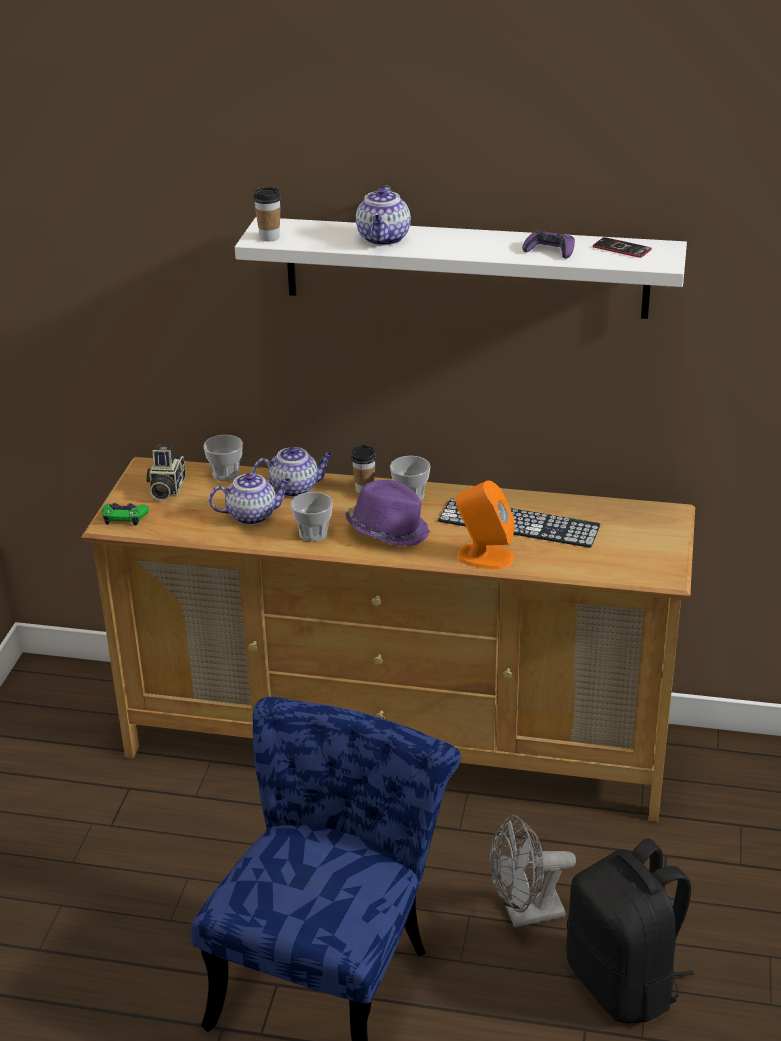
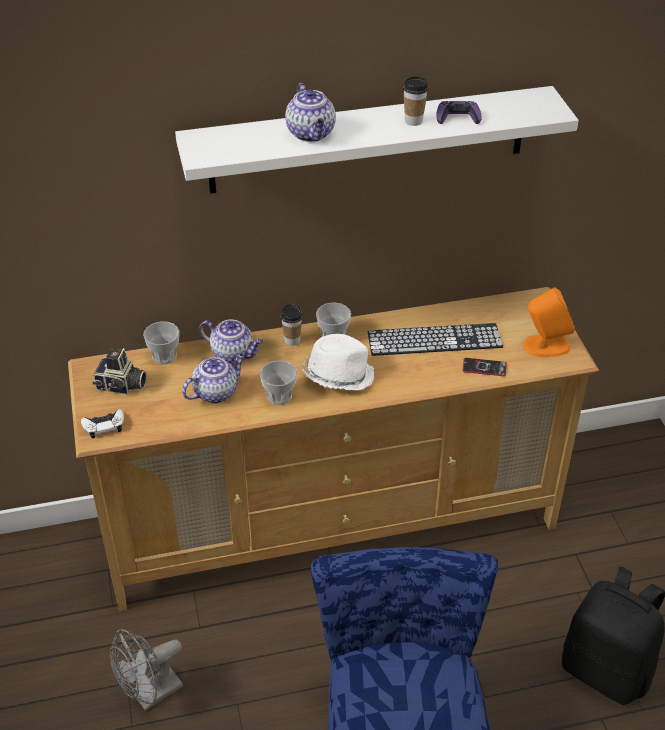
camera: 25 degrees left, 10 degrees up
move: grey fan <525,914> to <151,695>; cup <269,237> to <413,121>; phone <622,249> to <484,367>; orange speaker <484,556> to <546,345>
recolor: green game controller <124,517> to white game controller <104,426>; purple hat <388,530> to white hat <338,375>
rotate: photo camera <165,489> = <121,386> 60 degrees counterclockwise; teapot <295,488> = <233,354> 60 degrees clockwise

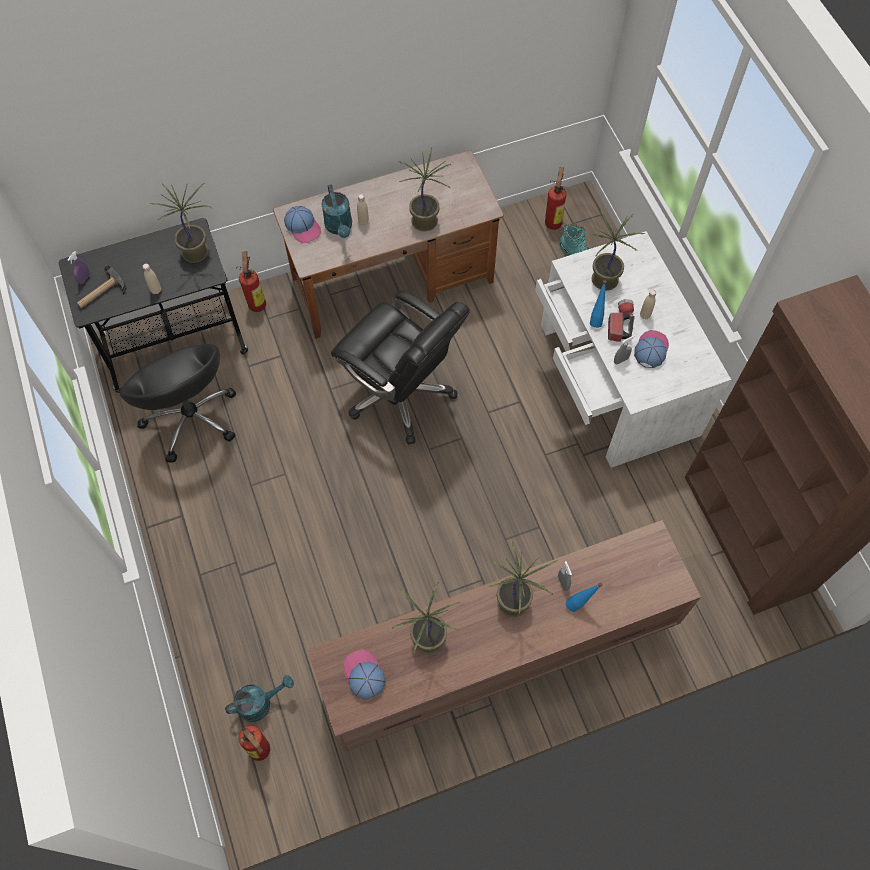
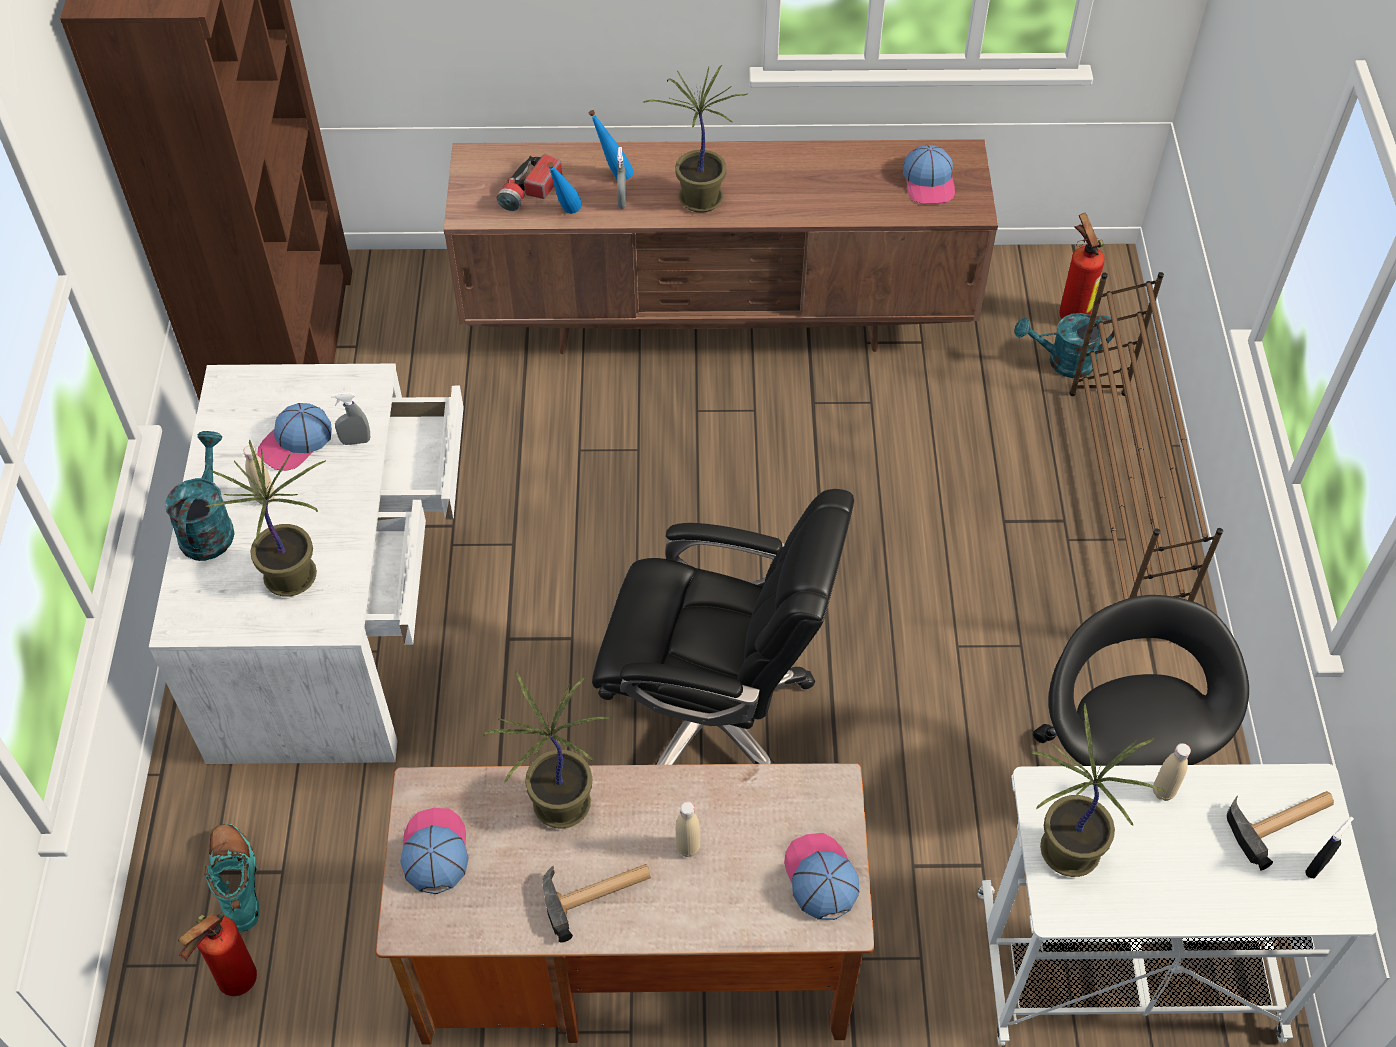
camera: 160 degrees left, 10 degrees down
delete: fire extinguisher <257,302>; potted plant <427,640>
insert: cap <434,851>; hammer <597,892>; brown shoe rack <1119,512>
move: turquoise watering can <340,227> to <209,526>; flashlight <620,324> to <530,191>; blue bottle <596,319> to <566,214>
recolor: black desk <174,343> to white desk <1127,966>; purple spray bottle <84,279> to black spray bottle <1317,866>
rotate: black office chair <399,394> = <712,718> 135 degrees clockwise

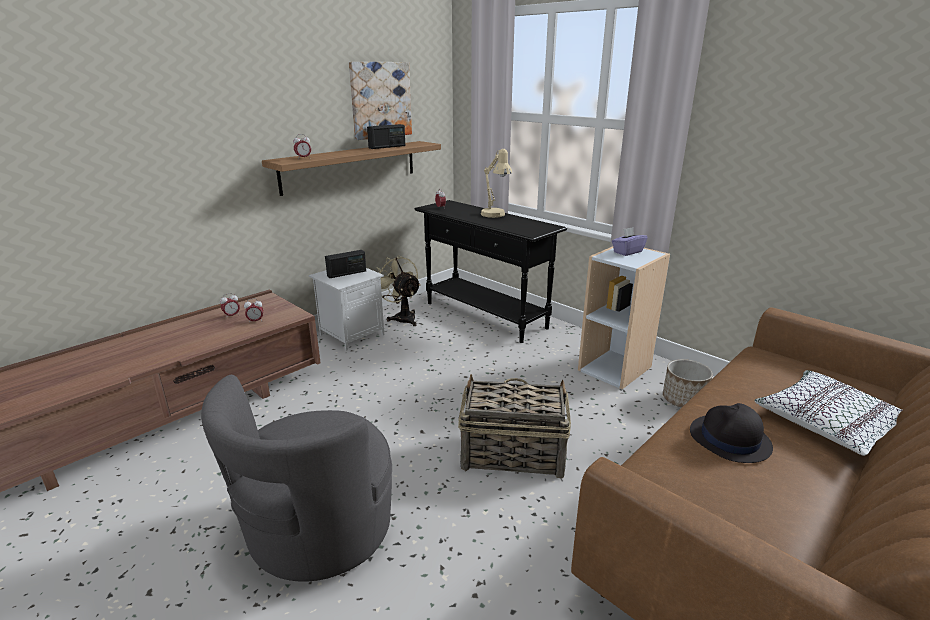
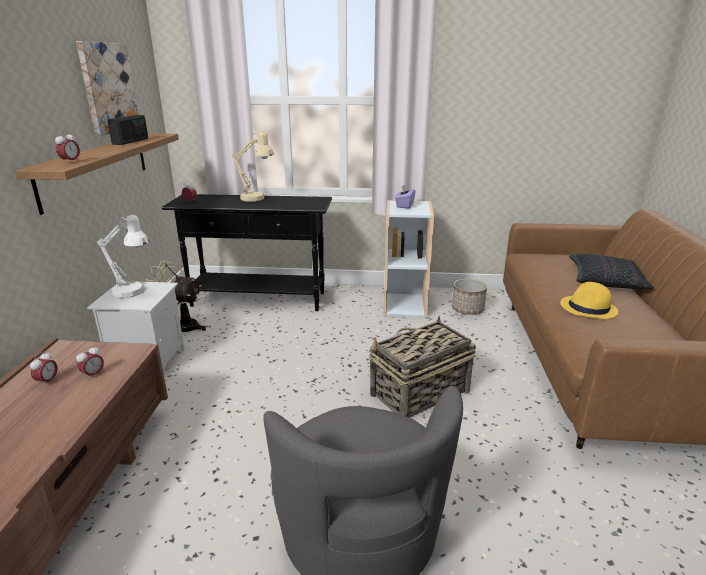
camera: 40 degrees left, 0 degrees up
replace: radio <347,273> to white table lamp <133,292>
recolor: black hat <729,440> to yellow hat <588,308>; white pillow <828,422> to black pillow <606,281>

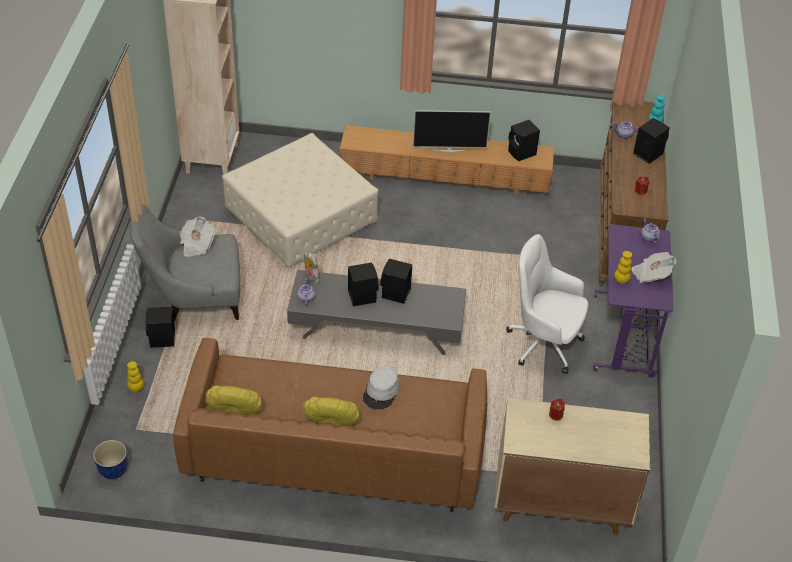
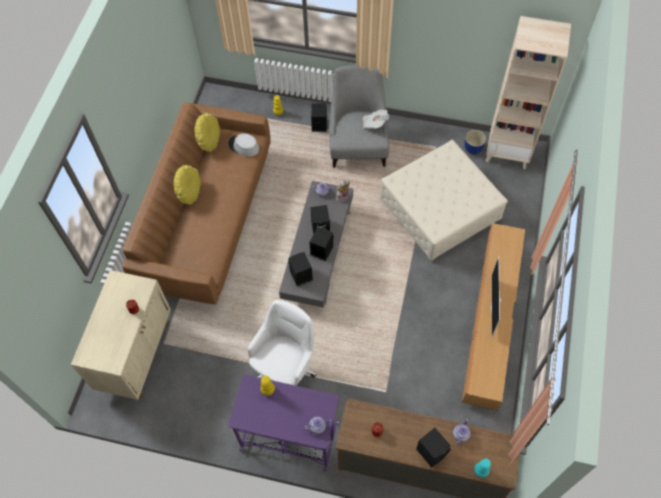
camera: 100 degrees right, 15 degrees up
delete: newspaper <651,274>
move: grey hat <381,392> to <243,146>; black speaker <522,153> to <300,275>; planter <113,470> to <473,148>

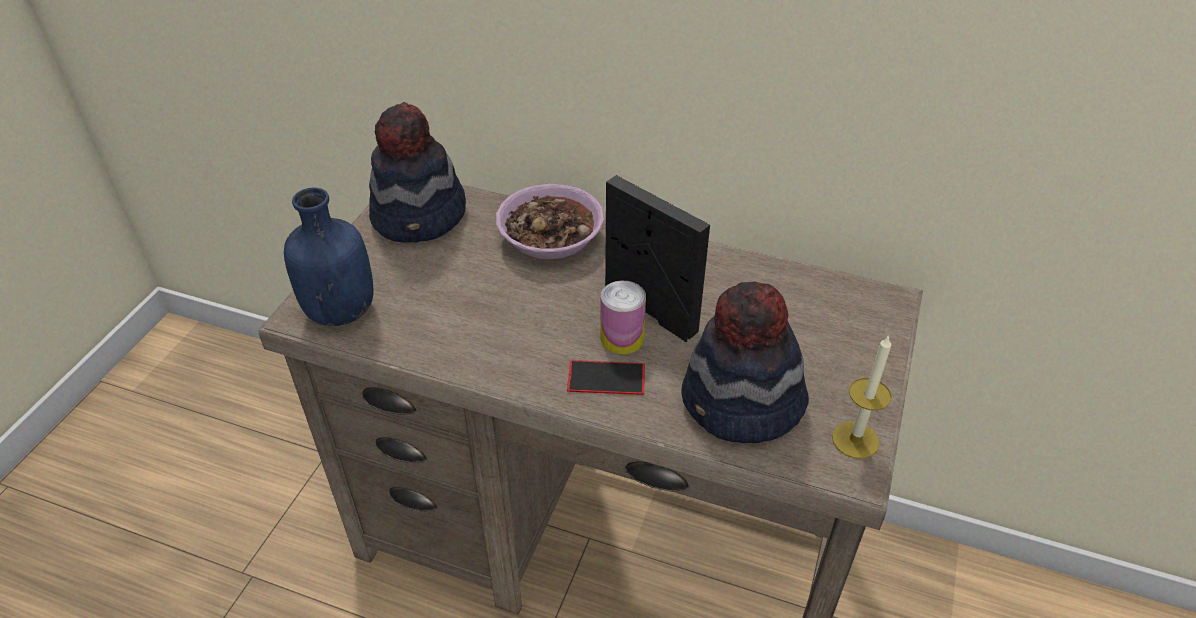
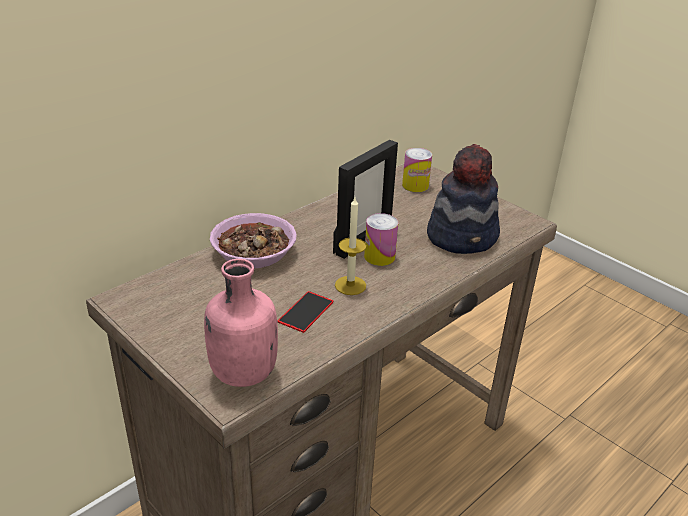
camera: 65 degrees left, 10 degrees down
delete: hat <420,216>
insert: can <415,185>
move: phone <606,378> to <306,312>; candle <855,440> to <350,285>
recolor: blue bottle <340,310> to pink bottle <242,373>
rotate: picture frame <649,310> = <362,239> 150 degrees clockwise

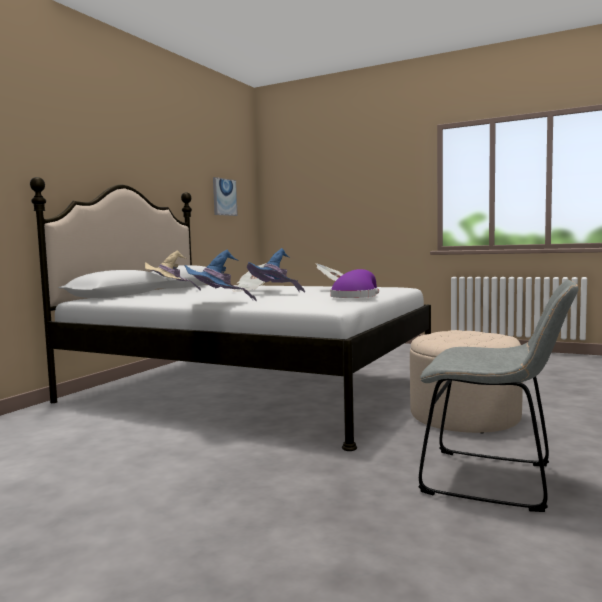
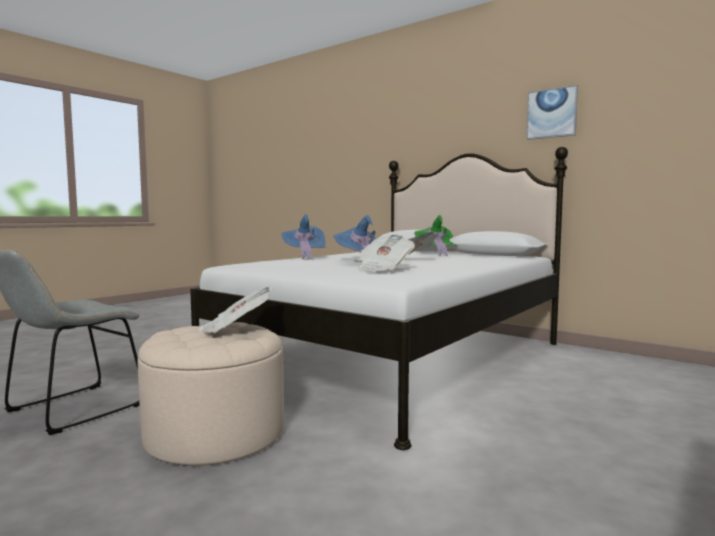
camera: 100 degrees right, 0 degrees up
delete: purple hat <355,297>
insert: newspaper <235,329>
move: picture <224,197> to <551,113>
recolor: beige hat <170,292> to green hat <436,253>

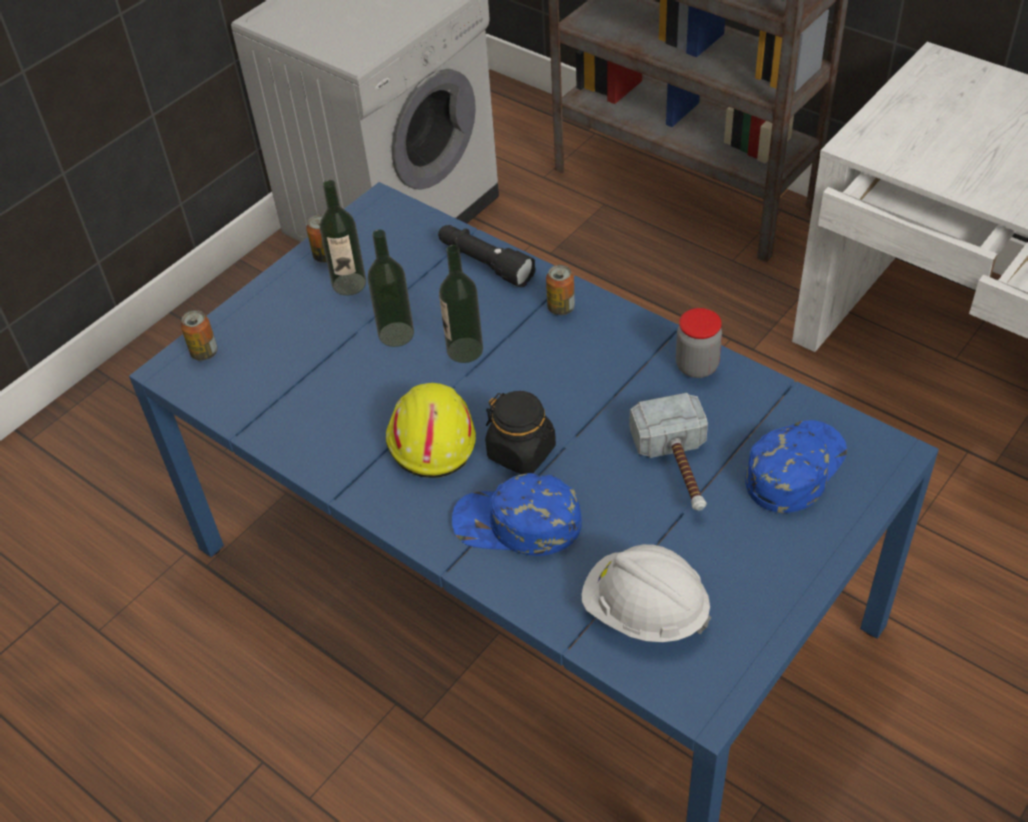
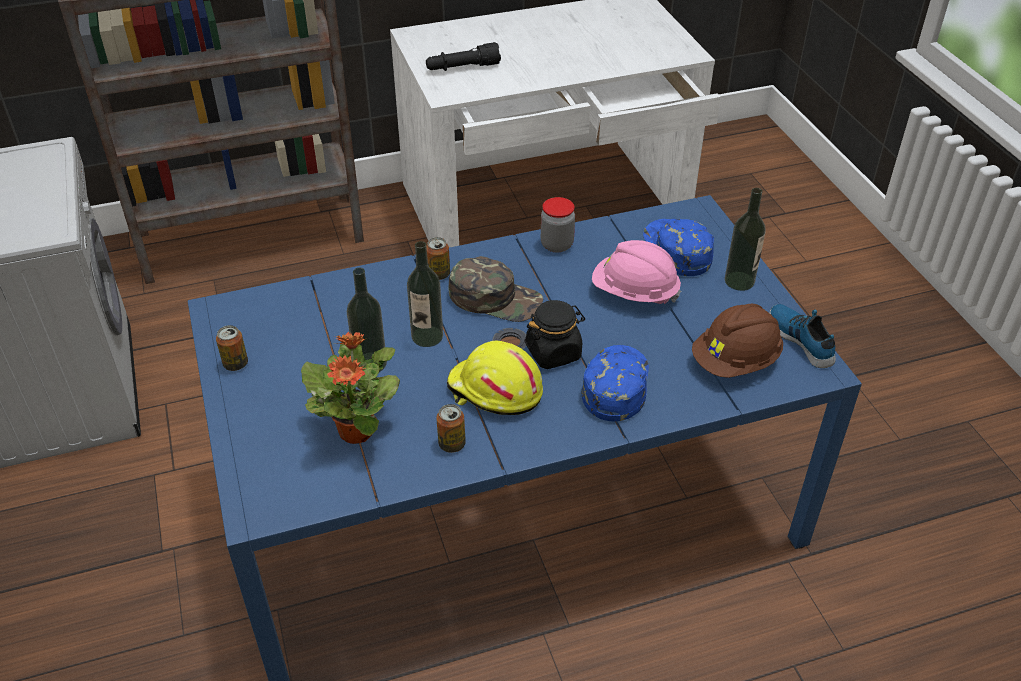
camera: 60 degrees left, 5 degrees down
insert: potted plant <356,430>; green cap <495,298>; shoe <802,339>
move: black flashlight <484,263> to <462,68>; can <204,352> to <452,444>; bottle <349,284> to <739,281>
replace: hammer <679,468> to pink hard hat <634,293>
recolor: white hard hat <644,612> to brown hard hat <735,361>
rotate: blue cap <516,524> = <615,384> 150 degrees clockwise

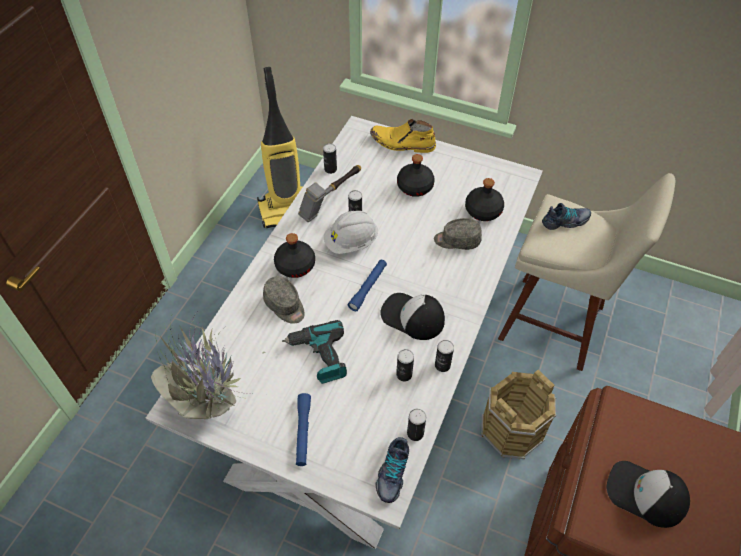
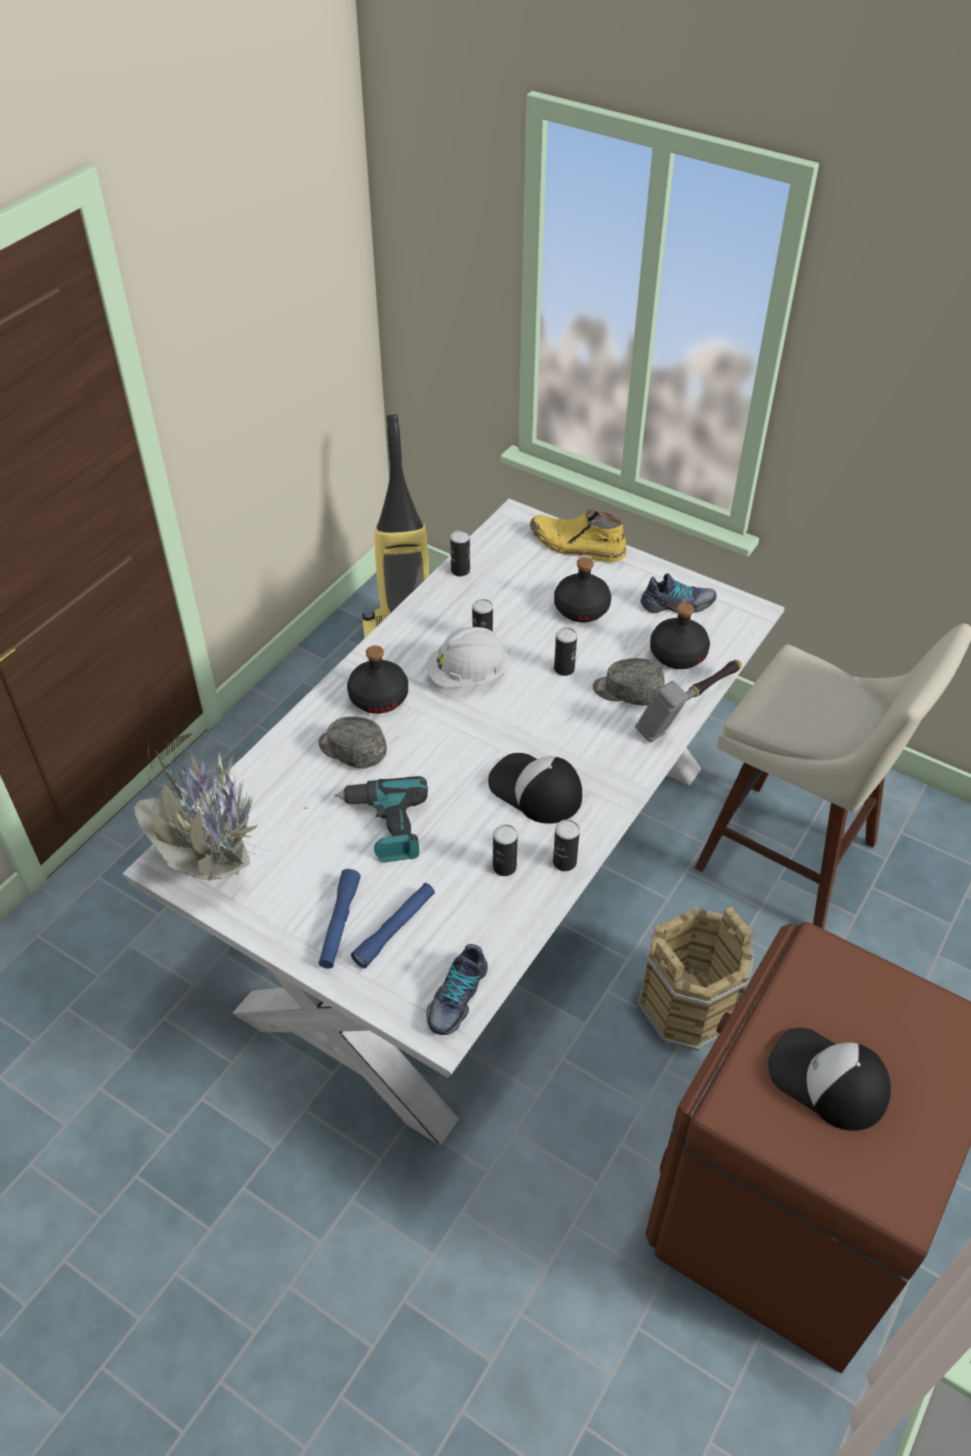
camera: 10 degrees right, 5 degrees down
move: blue flashlight <368,287> to <395,929>; can <415,433> to <564,669>; hammer <331,200> to <689,711>; shoe <566,222> to <677,605>
rotate: grey cap <285,306> = <352,750> 150 degrees clockwise

